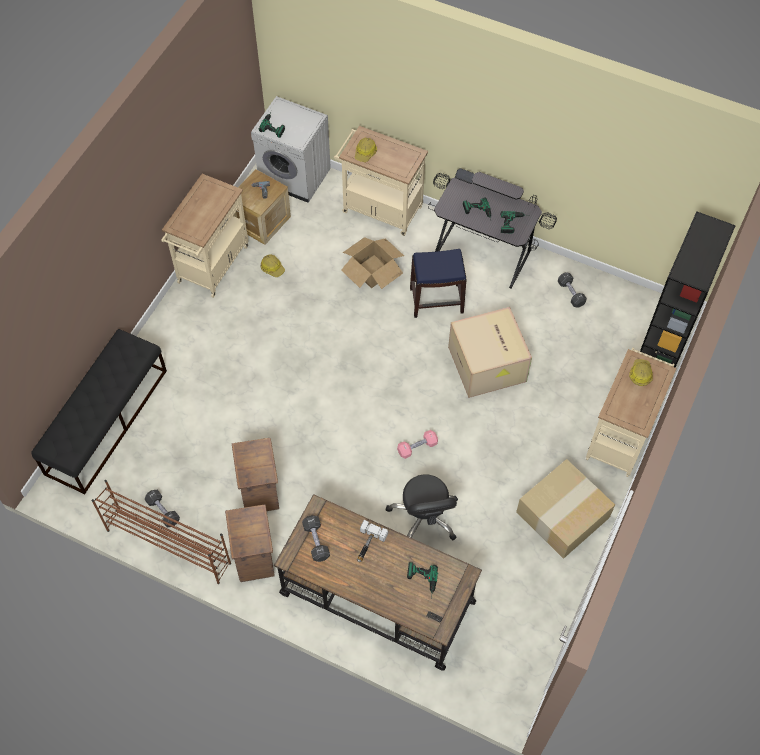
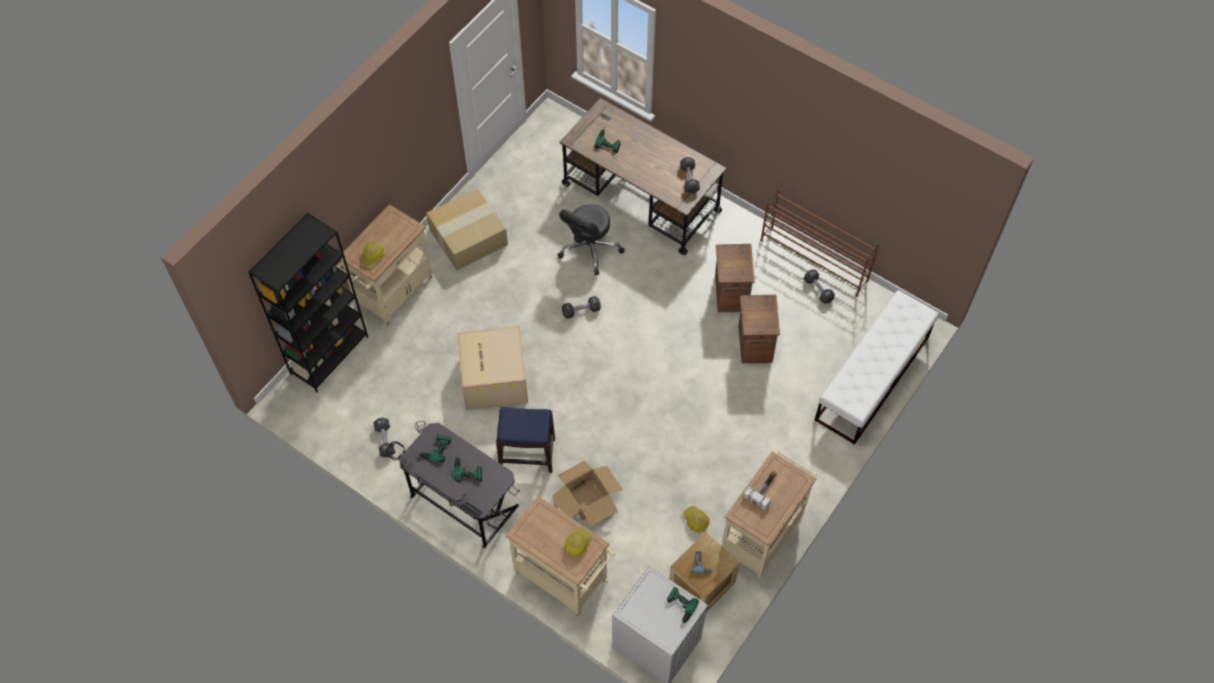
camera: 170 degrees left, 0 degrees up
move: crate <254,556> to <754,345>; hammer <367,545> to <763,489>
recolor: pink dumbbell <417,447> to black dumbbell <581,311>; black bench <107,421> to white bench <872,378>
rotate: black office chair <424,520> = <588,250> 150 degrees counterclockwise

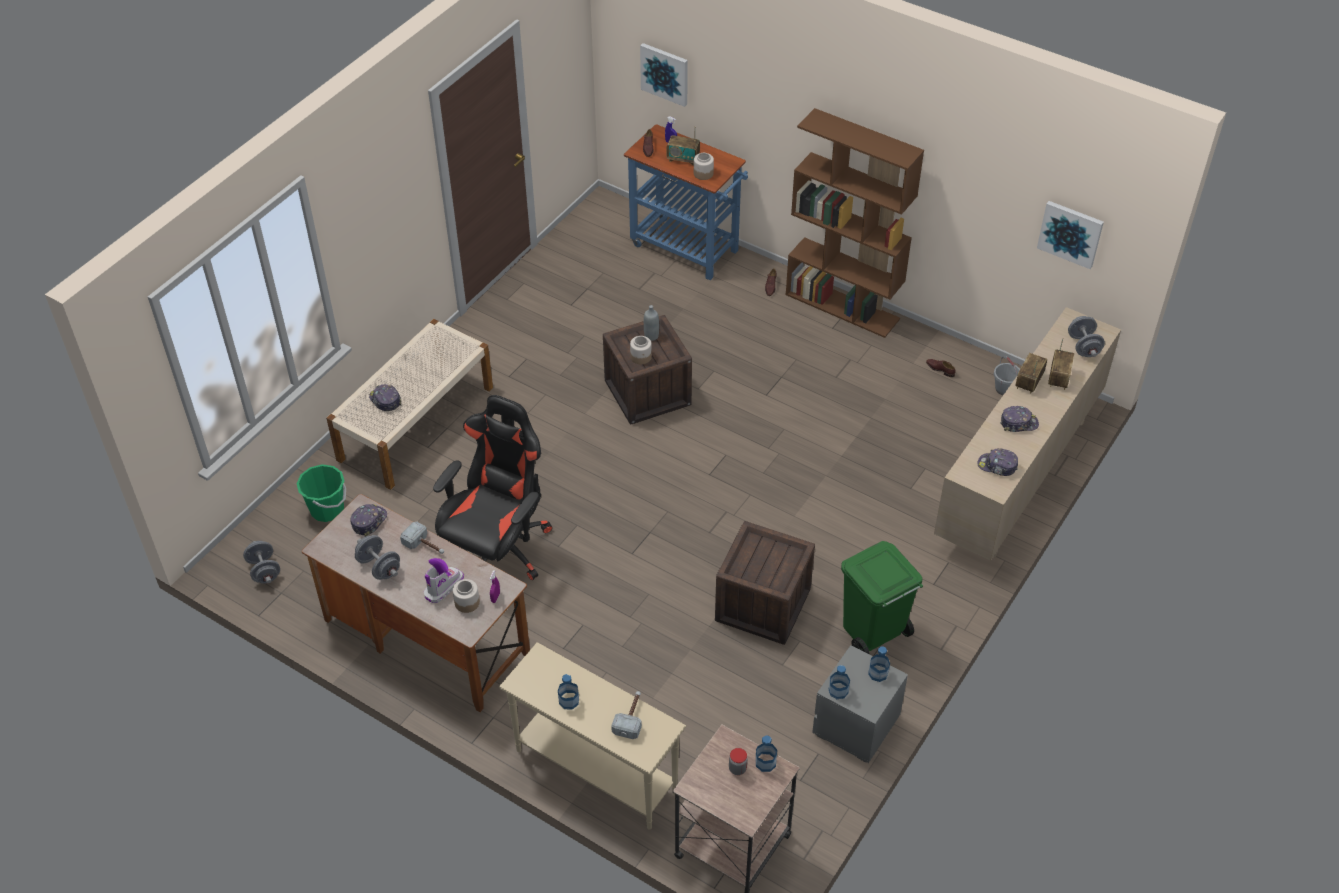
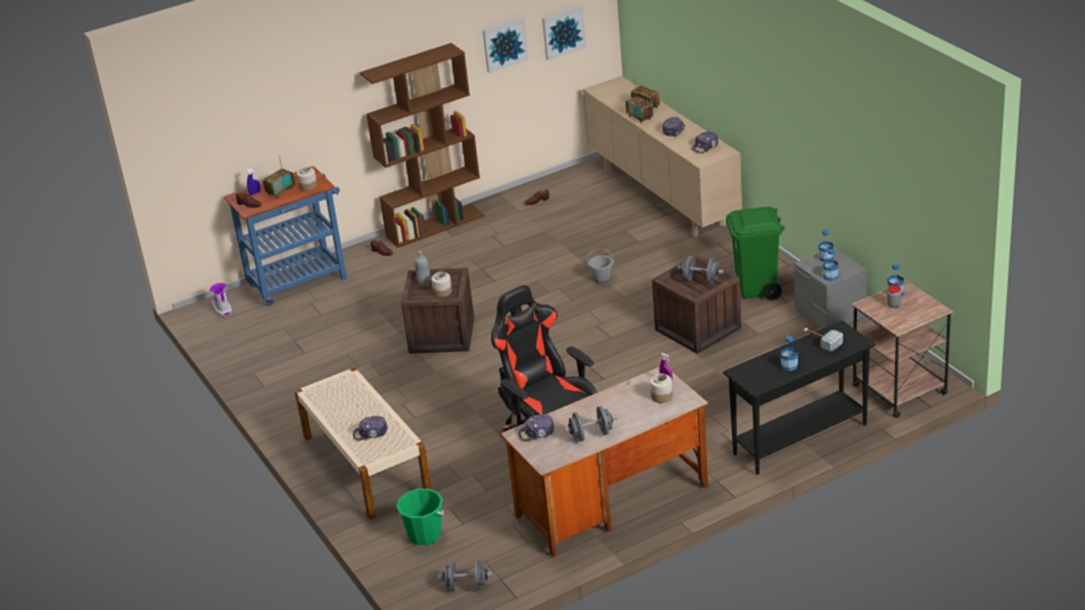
camera: 60 degrees left, 15 degrees down
delete: hammer <425,546>
move: boot <443,587> to <222,309>; picture <665,73> to <504,44>; grey bucket <1004,389> to <602,279>; grey dumbbell <1083,346> to <701,280>
recolor: beige console table <594,772> to black console table <800,440>
rotate: cap <369,521> = <537,433> 75 degrees counterclockwise

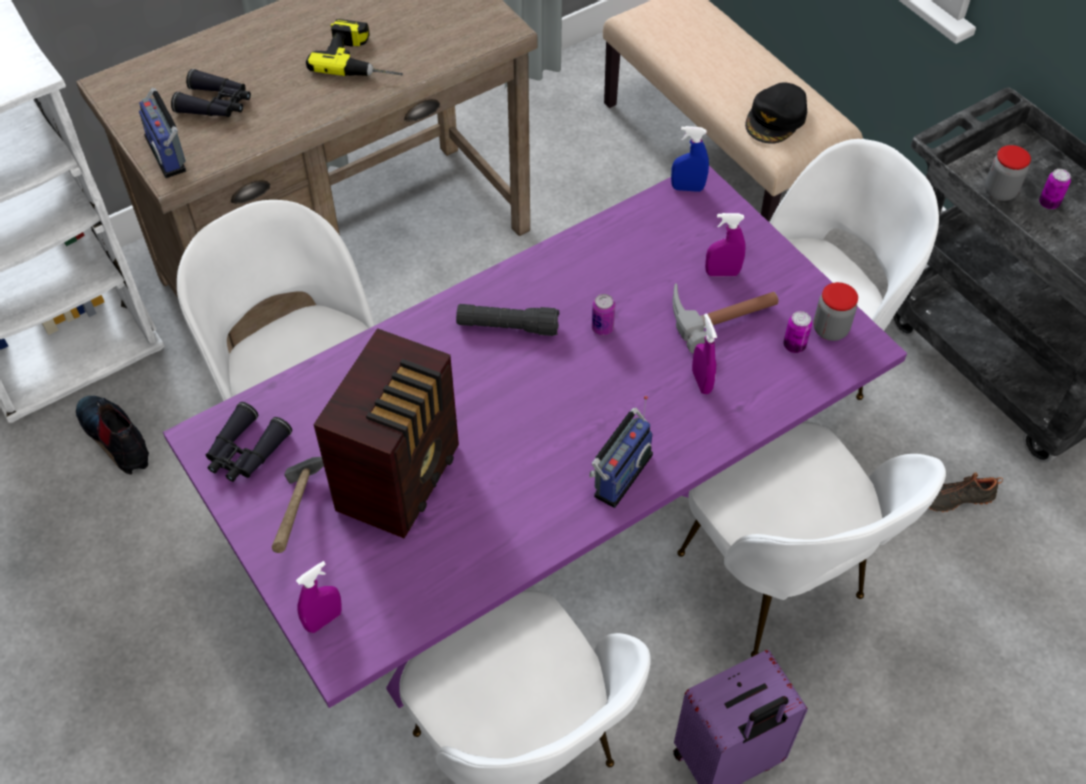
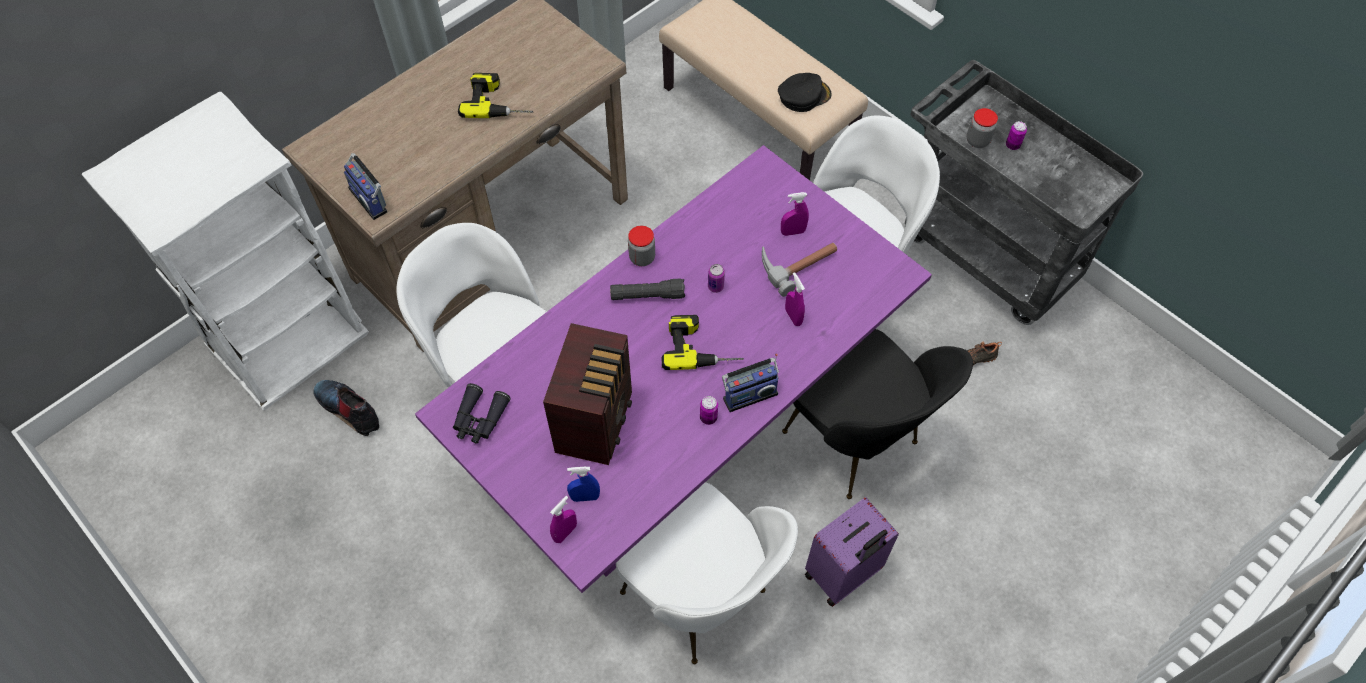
camera: 10 degrees left, 5 degrees up
delete: black binoculars <216,104>; hammer <304,523>
insert: power drill <701,346>
move: blue spray bottle <687,188> to <585,497>; jar <830,329> to <642,258>; can <794,346> to <708,418>
recolor: white chair <777,588> to black chair <857,446>
rotate: radio <619,474> = <749,394> 45 degrees clockwise; black cap <776,119> = <803,95> 135 degrees counterclockwise

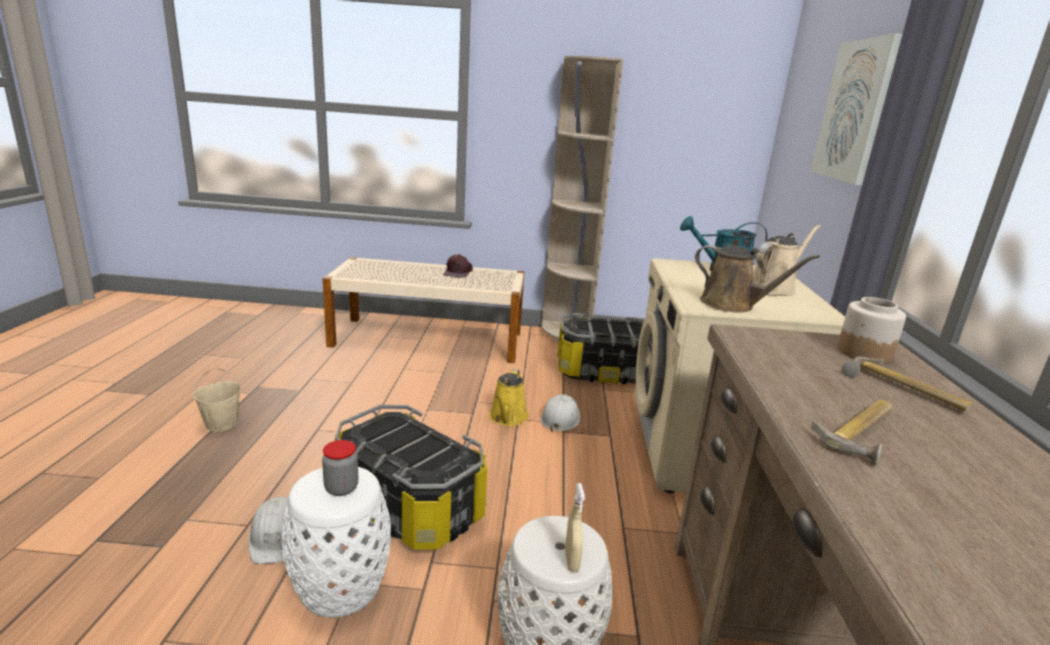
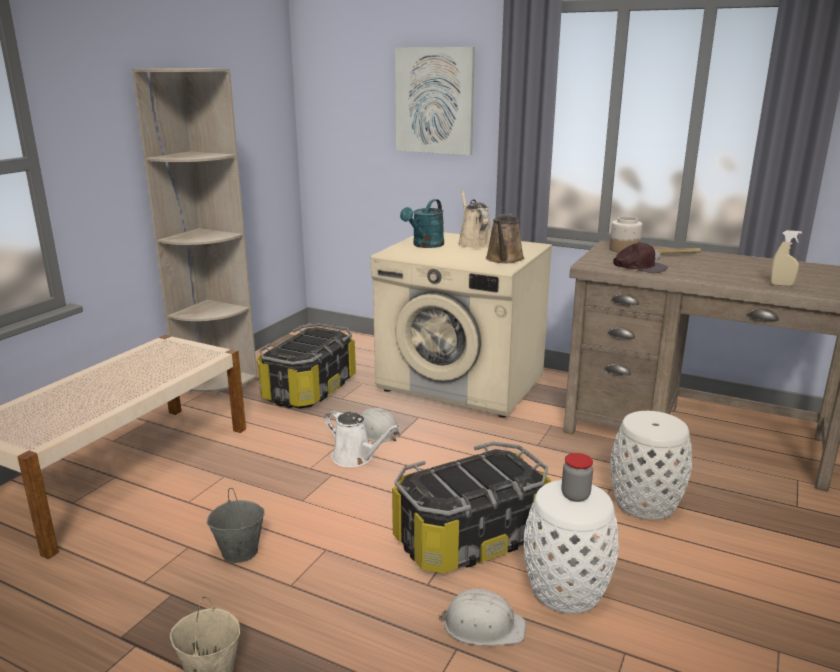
camera: 65 degrees left, 0 degrees up
delete: hammer <864,433>
insert: grey bucket <239,552>
move: brown cap <458,272> to <639,266>; beige spray bottle <571,561> to <781,285>
recolor: yellow watering can <507,418> to white watering can <355,457>
rotate: brown watering can <732,305> = <504,259> 135 degrees clockwise

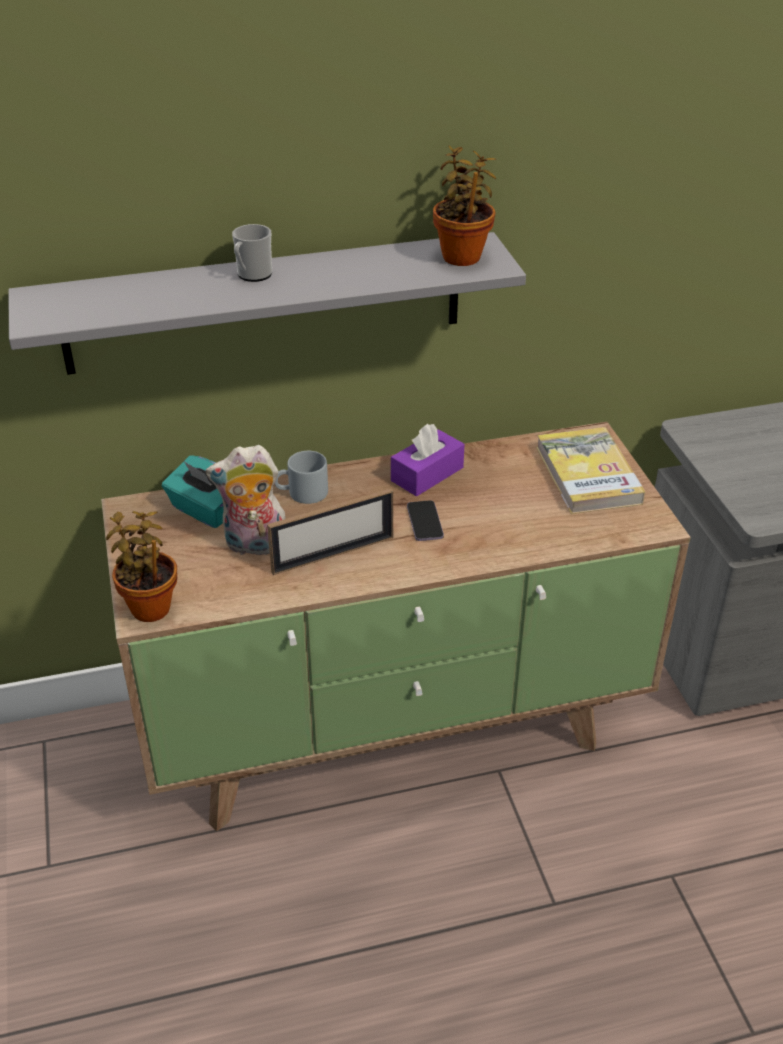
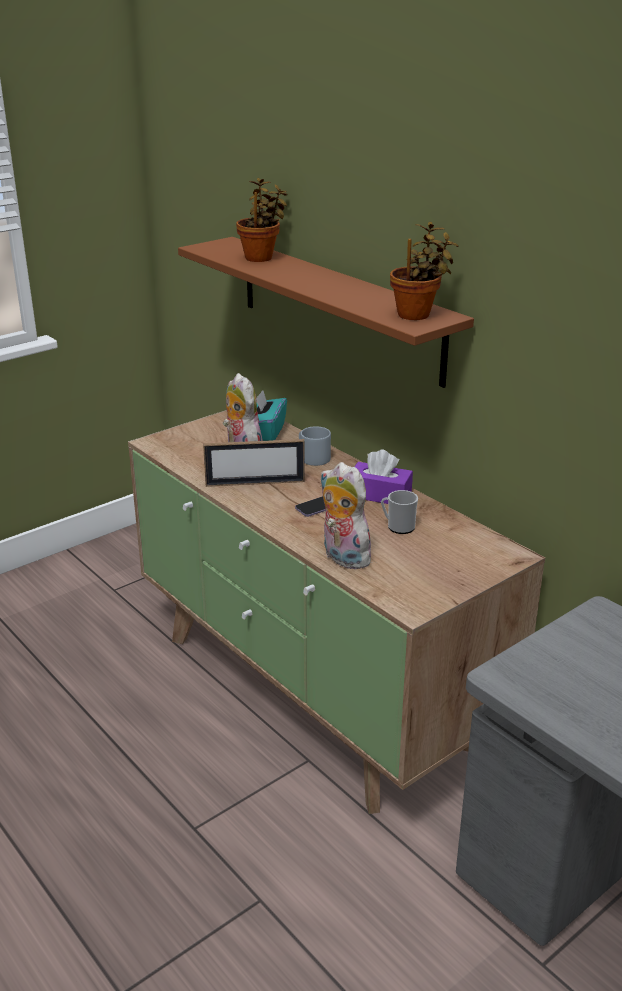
camera: 65 degrees right, 10 degrees down
delete: book <588,475>
insert: plush toy <342,557>
move: potted plant <150,605> to <261,257>; mug <252,275> to <398,527>
recolor: grey shelf <264,303> to brown shelf <338,308>
rotate: picture frame <333,554> = <255,483> 45 degrees counterclockwise

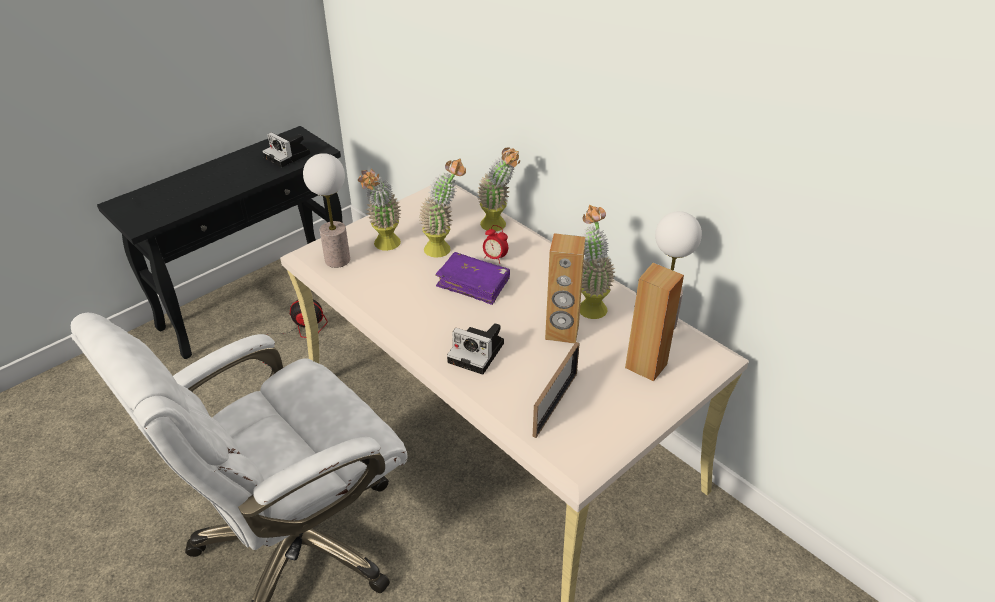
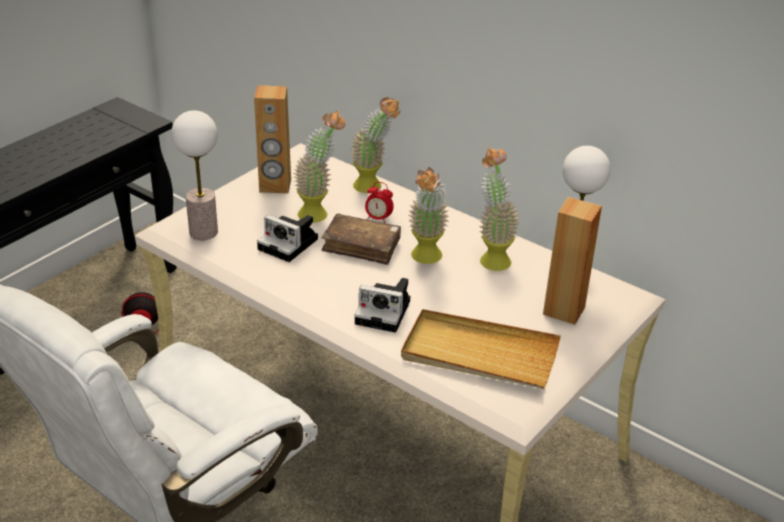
camera: 10 degrees left, 5 degrees down
move: brown speaker <562,332> to <275,186>; photo camera <288,156> to <290,244>; potted plant <384,247> to <426,260>
replace: picture frame <555,404> to beige tray <479,354>
recolor: purple book <473,284> to brown book <362,246>

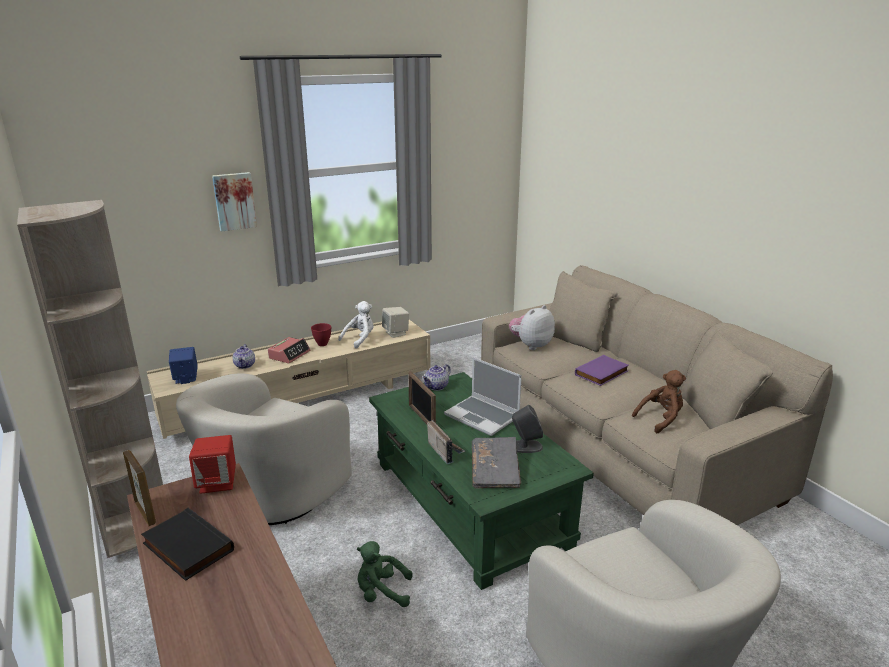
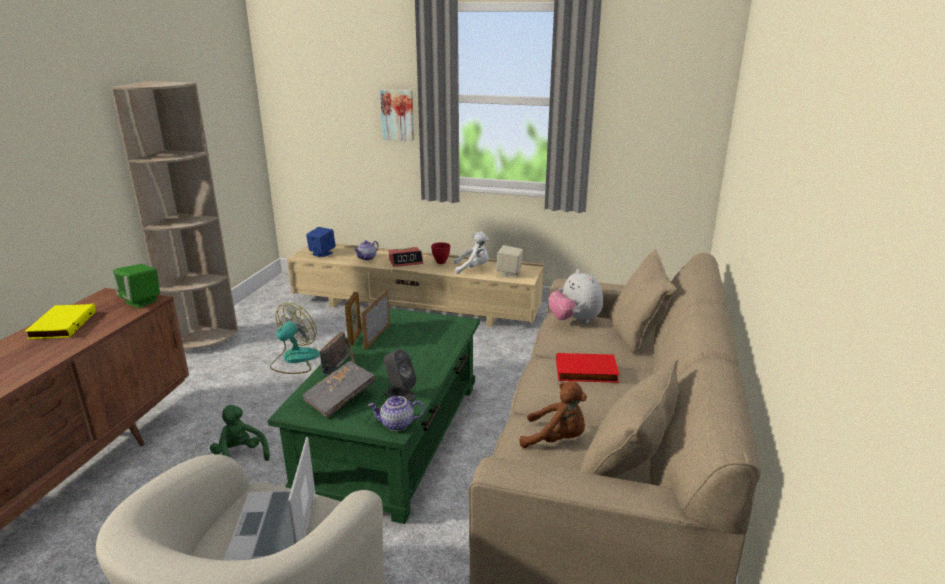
camera: 45 degrees right, 0 degrees up
move: laptop <483,416> to <275,529>; picture frame <145,512> to <355,337>; teapot <437,387> to <397,425>
replace: beige armchair <273,495> to fan <294,360>
recolor: black book <186,548> to yellow book <61,325>; red speaker <217,483> to green speaker <142,301>; purple book <602,373> to red book <586,372>
rotate: plush toy <531,345> = <574,321> 120 degrees counterclockwise

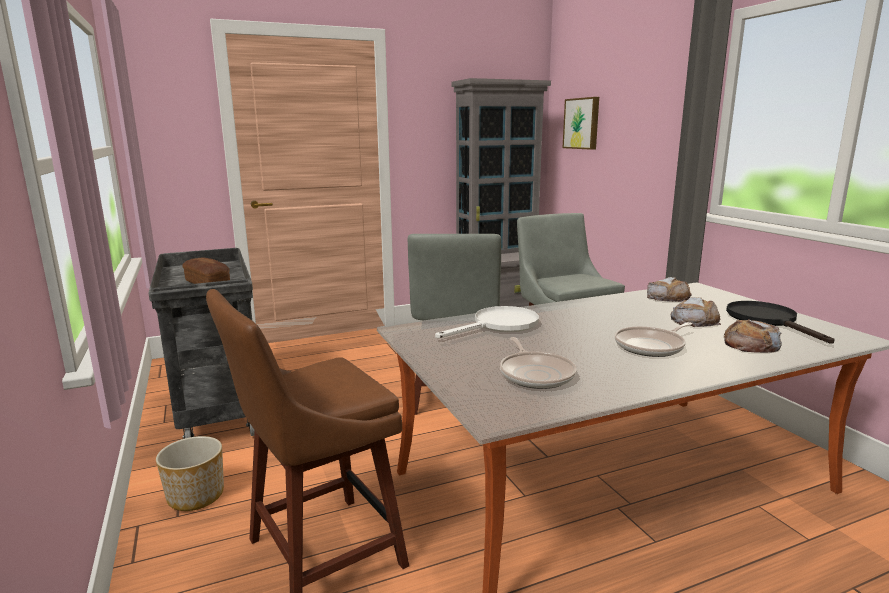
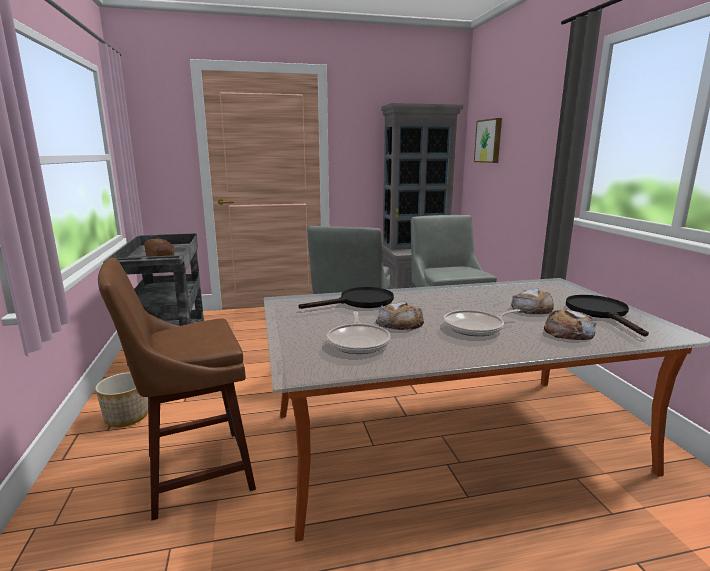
camera: 10 degrees right, 0 degrees up
move: bread <668,297> to <400,323>
recolor: white frying pan <499,325> to black frying pan <359,302>

